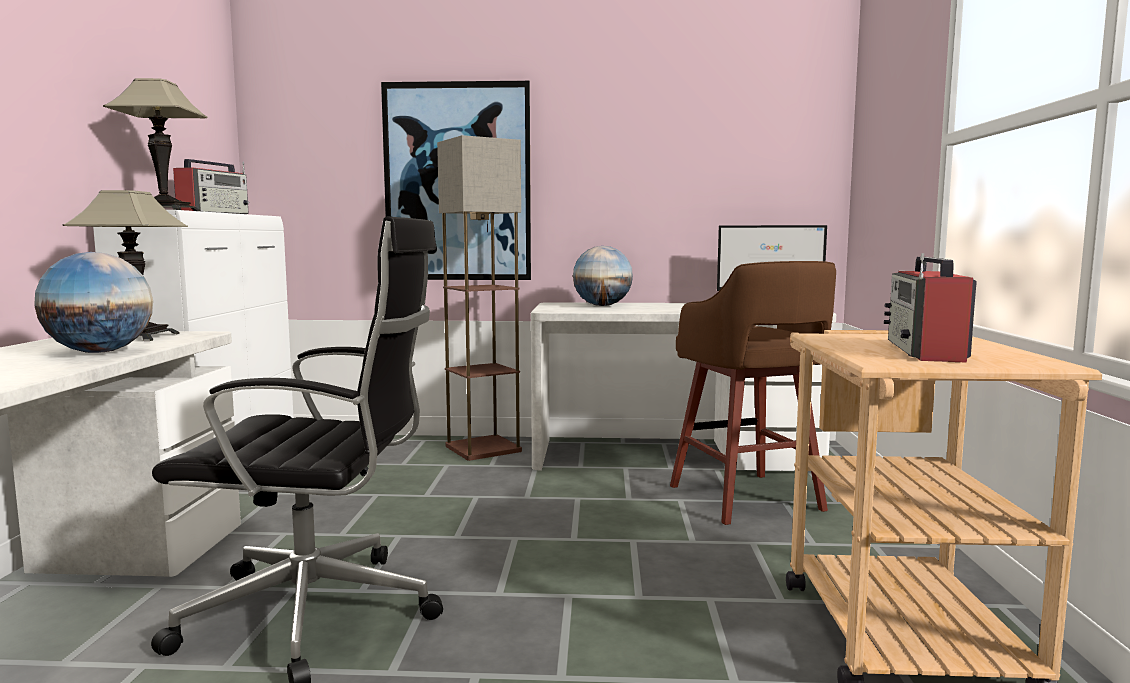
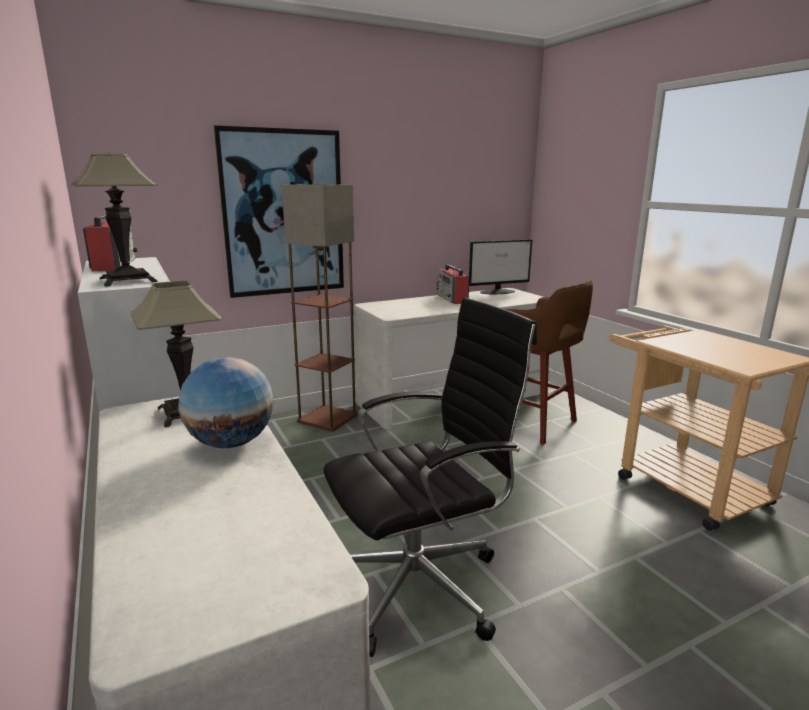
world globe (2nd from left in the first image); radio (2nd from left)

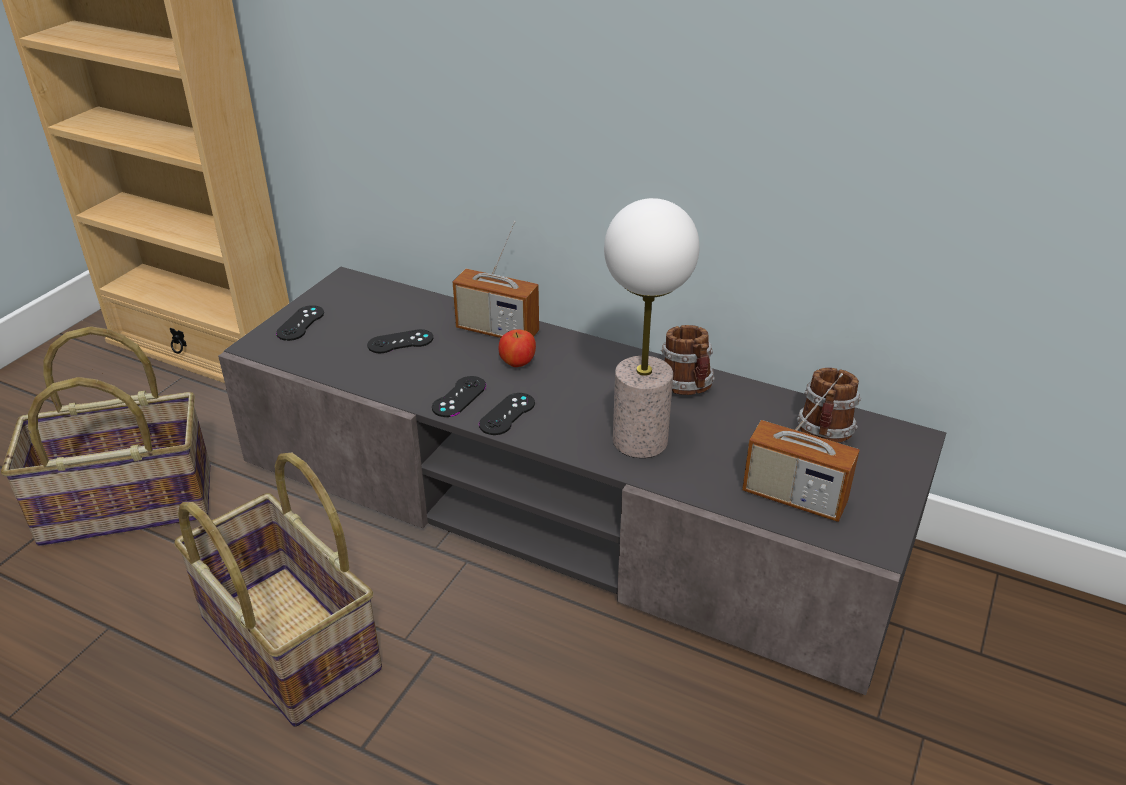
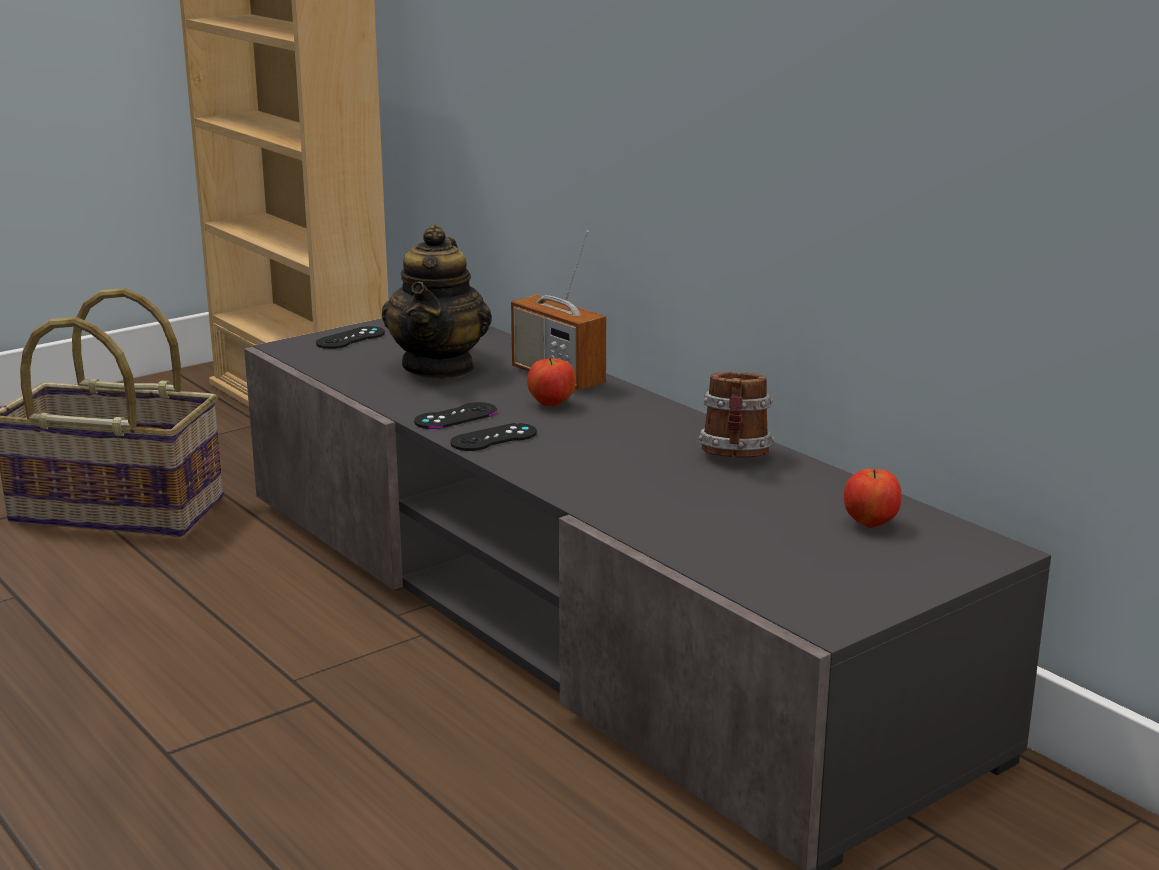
lamp for a table; teapot; apple fruit (2nd from left); radio (2nd from left in the first image); household basket (2nd from left in the first image)

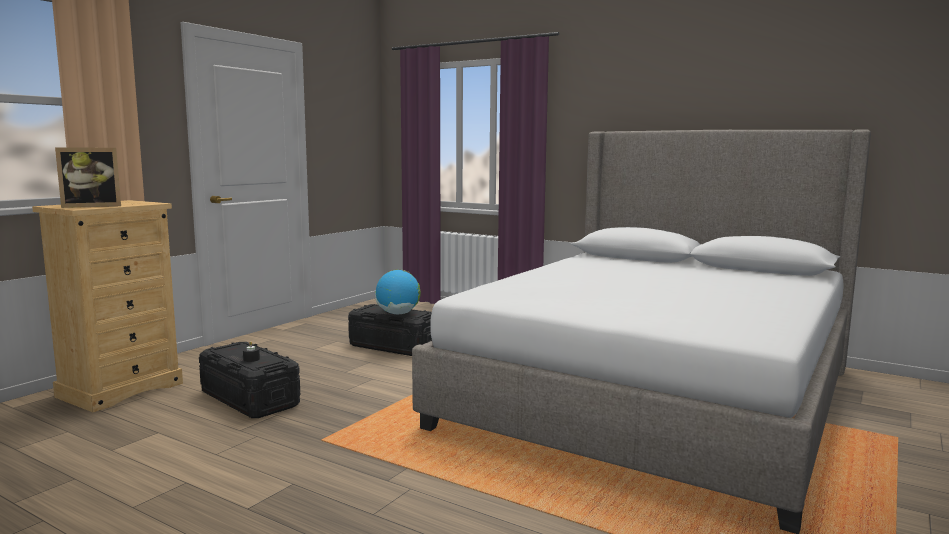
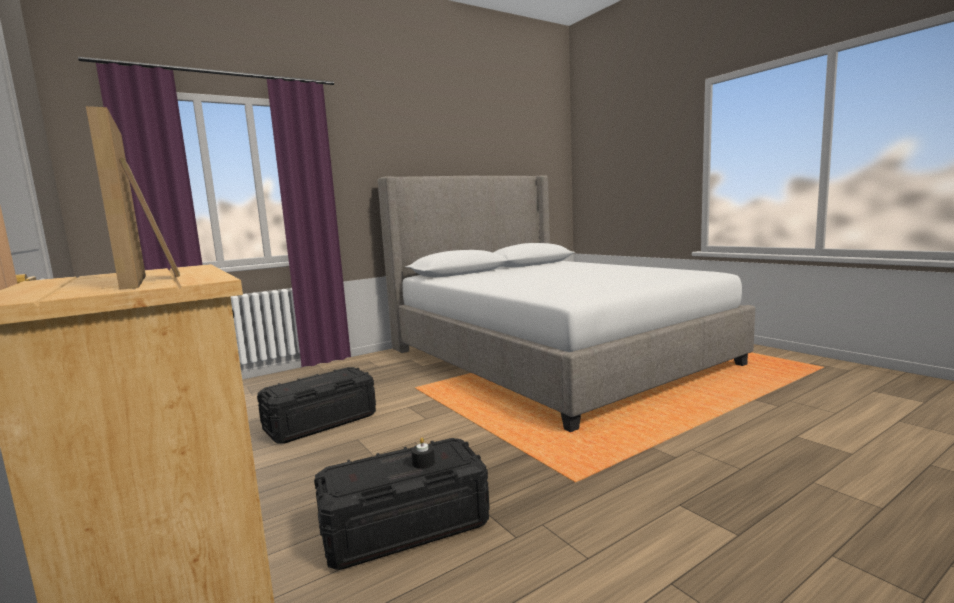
picture frame; world globe

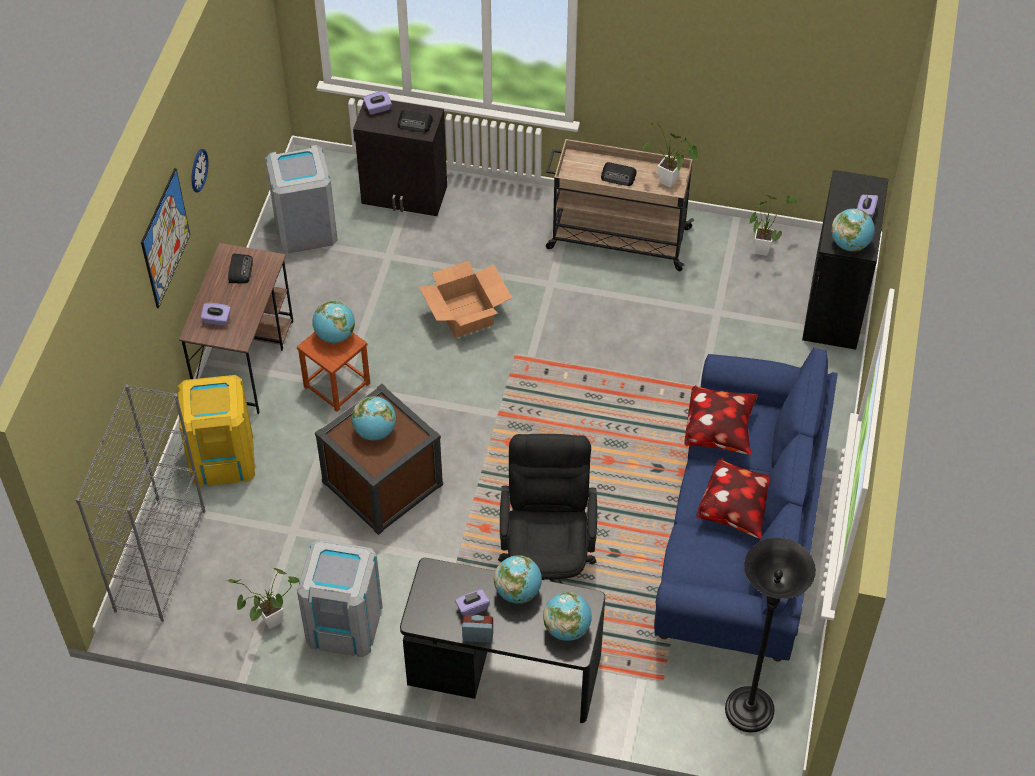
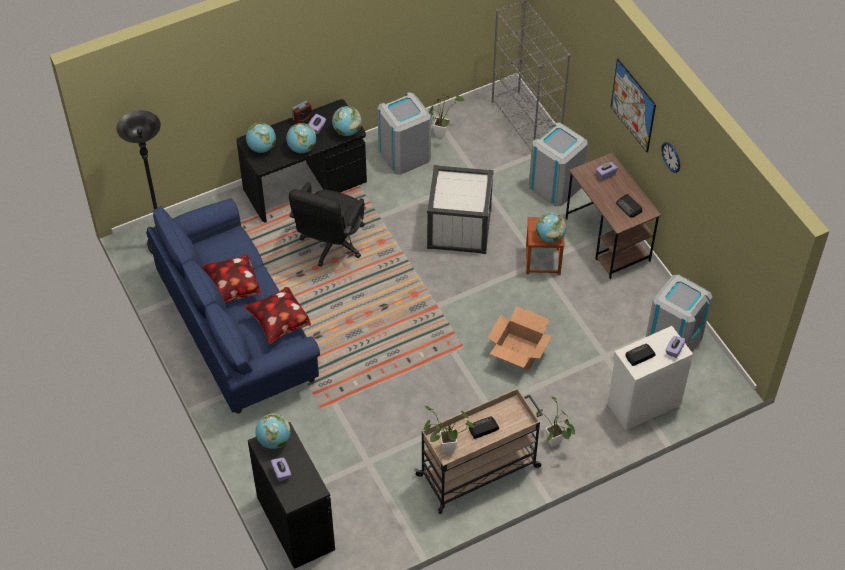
storage cabinet (white-coloured); houseplant (3rd from left); waste bin (greyish) (2nd from left); storage box (white-coloured); world globe (4th from left); office chair (black)

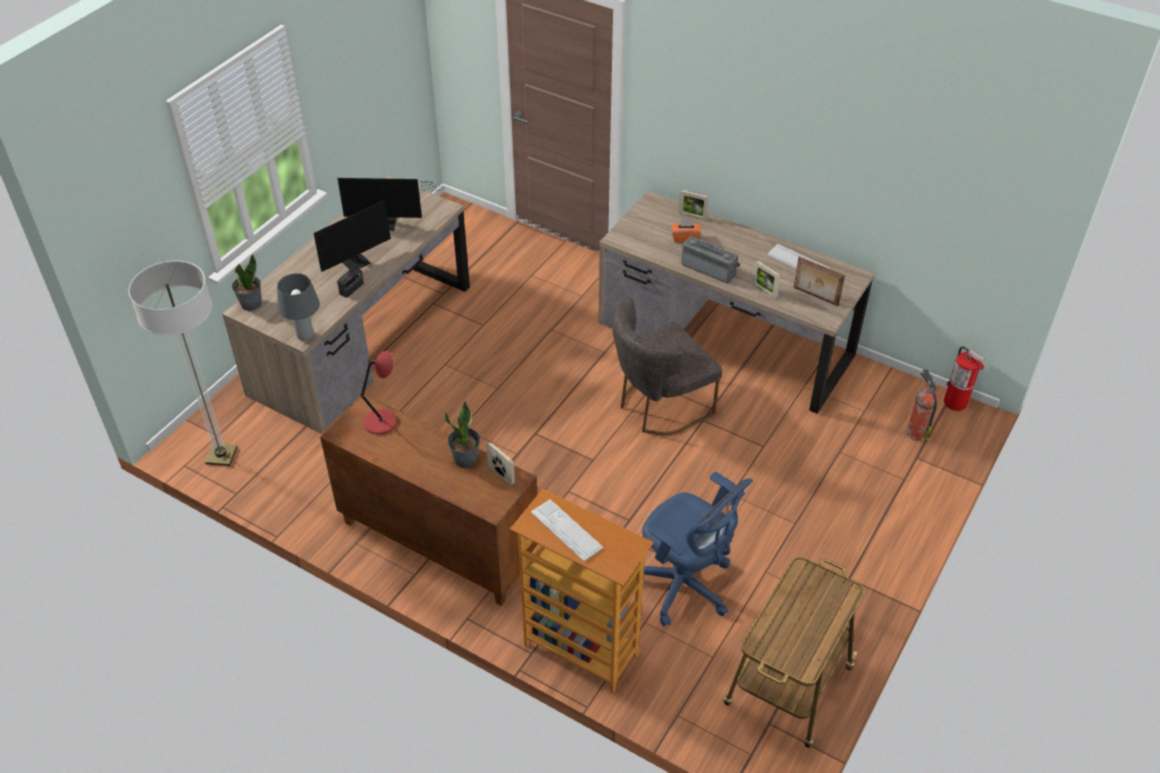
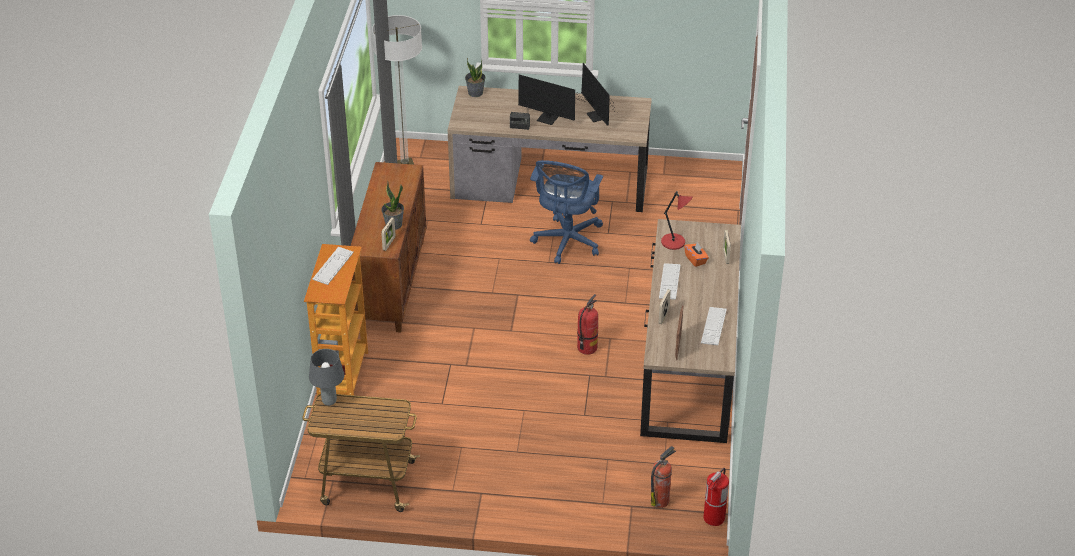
computer keyboard (2nd from left); lamp for a table (greyish); extinguisher (1st from left); lamp for a table (red); office chair (blue-coloured)

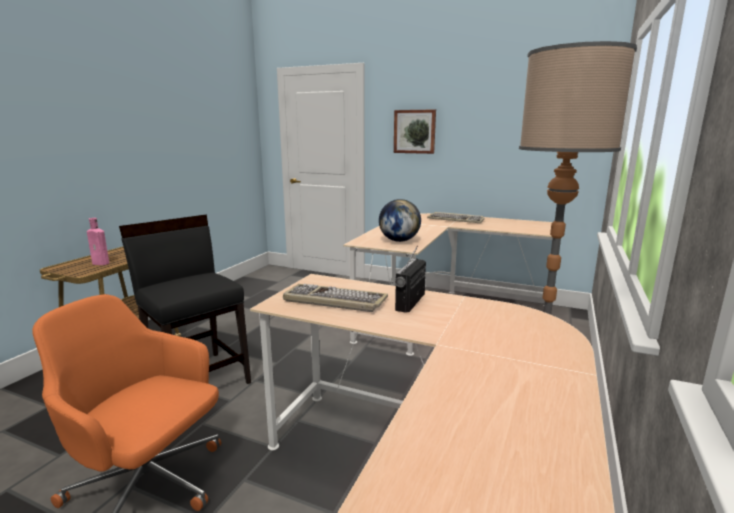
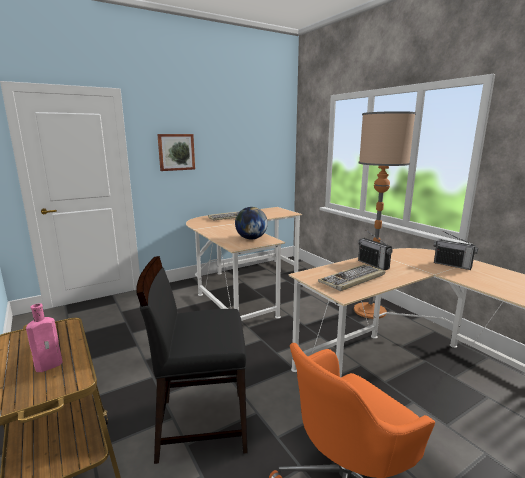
radio (2nd from left)

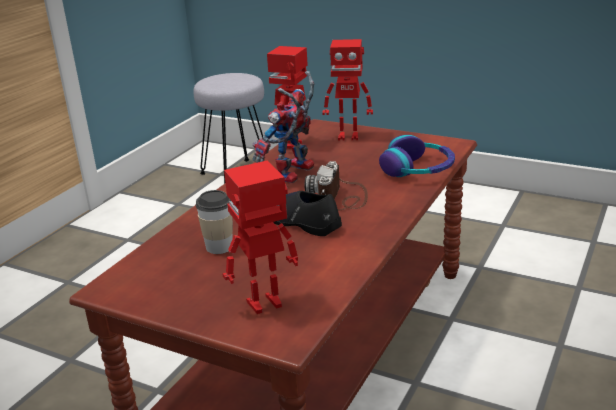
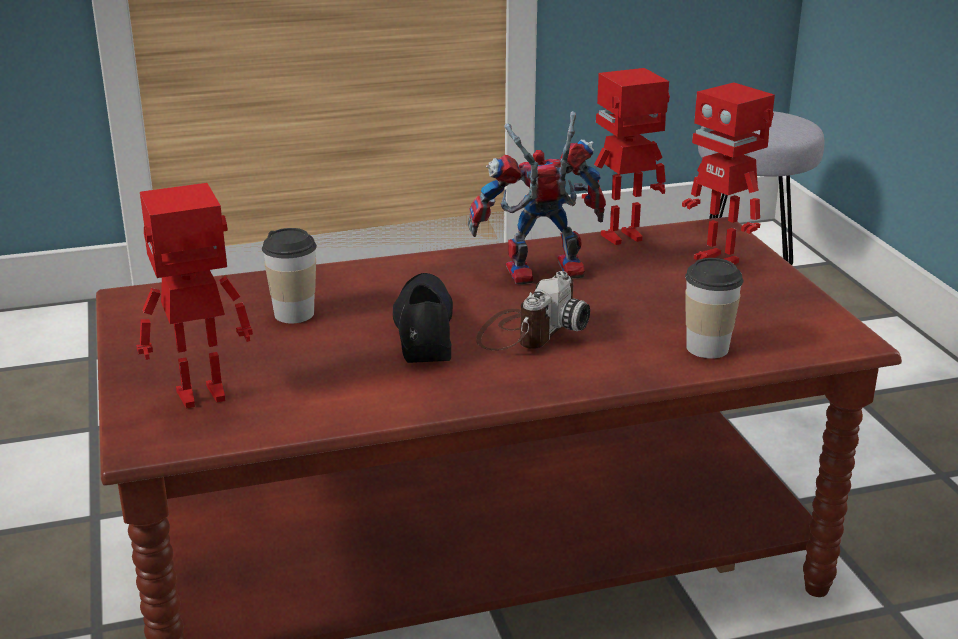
cup (2nd from left); toy robot (1st from left); photo camera

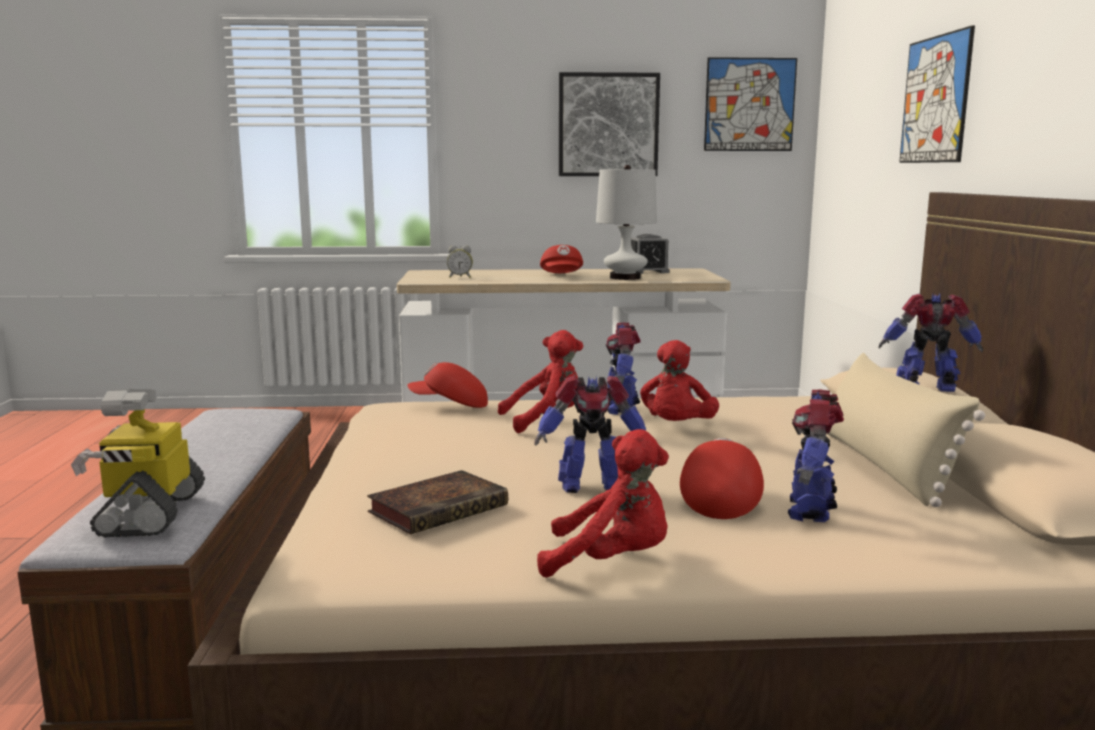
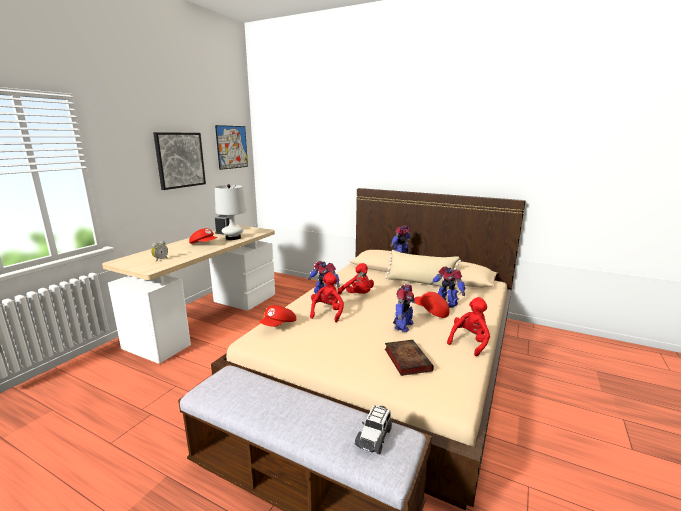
wall art (3rd from left in the first image); model car

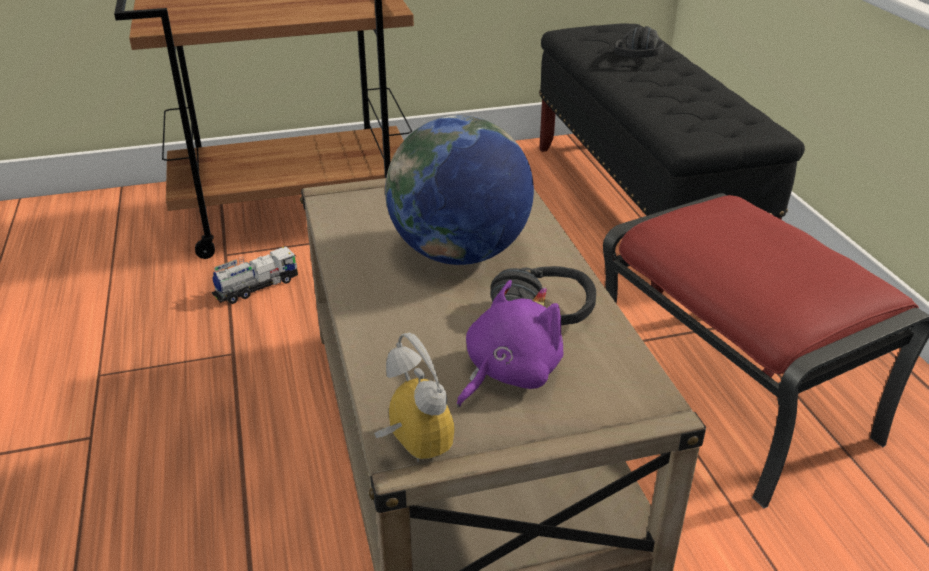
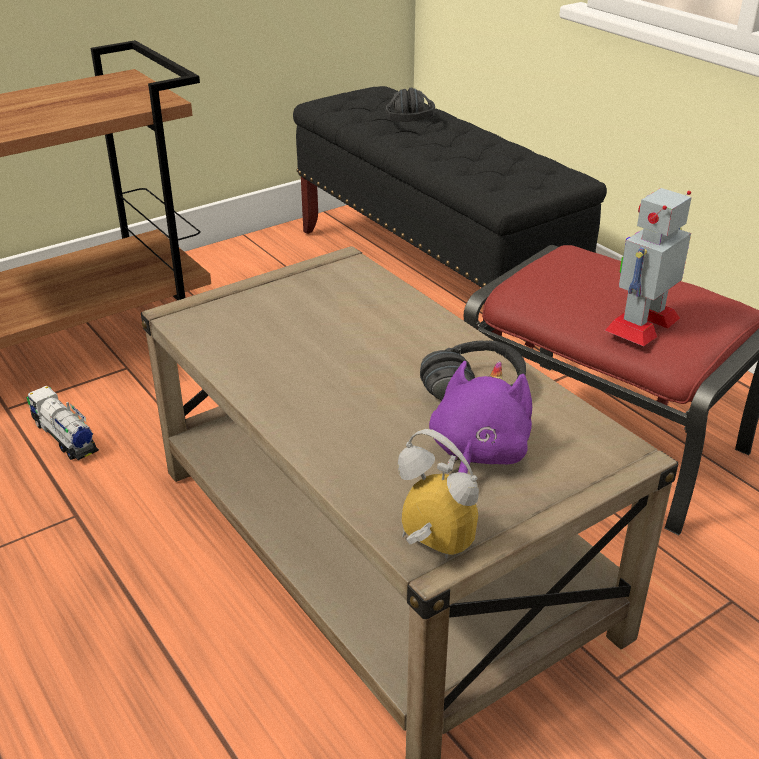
world globe; model truck; toy robot

